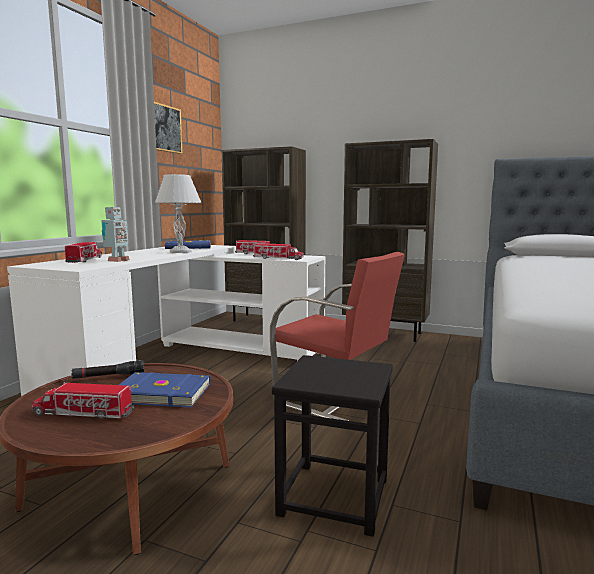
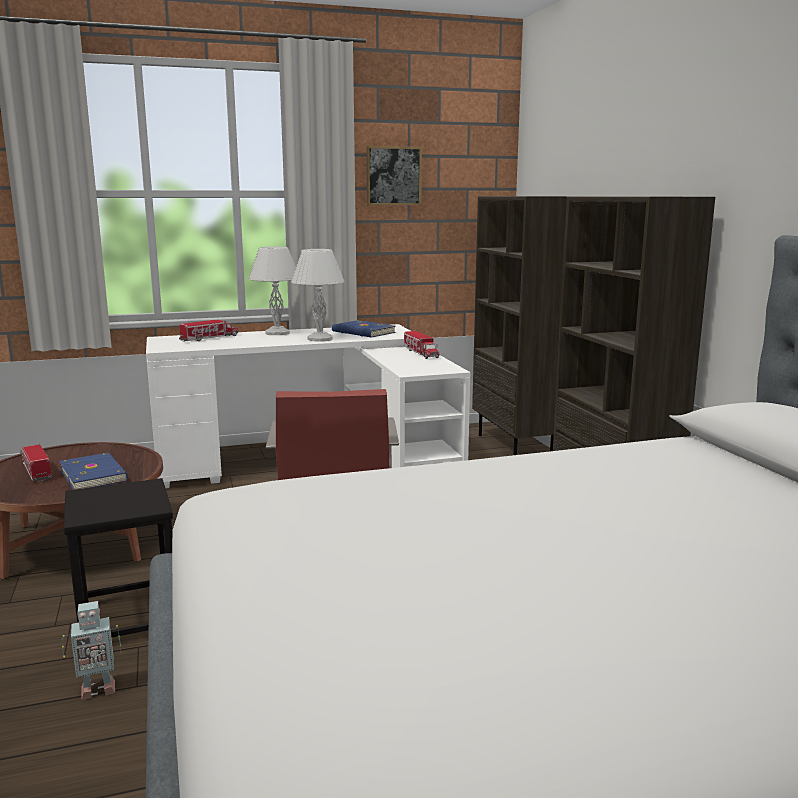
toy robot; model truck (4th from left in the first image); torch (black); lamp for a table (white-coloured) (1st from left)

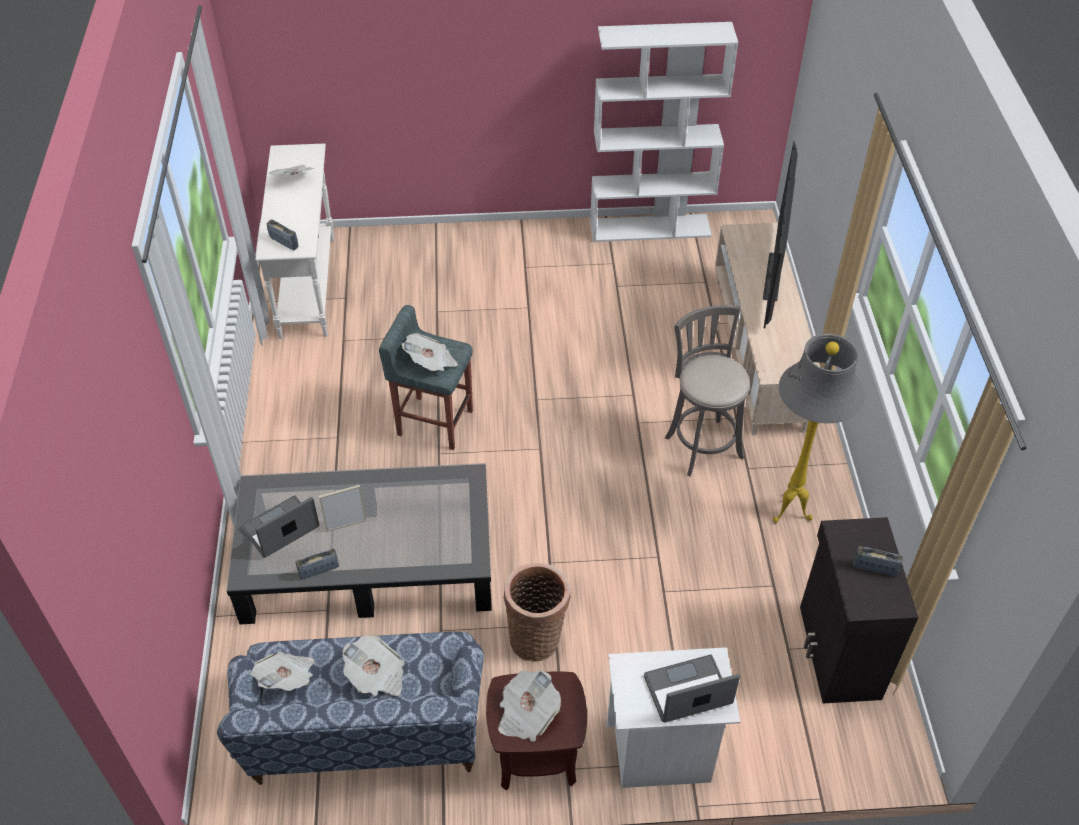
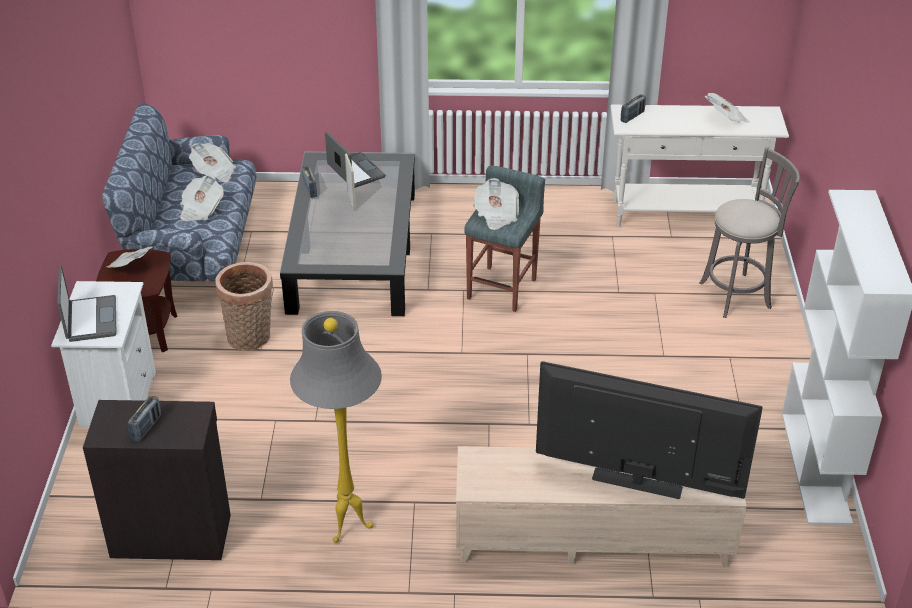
stool (greyish) (2nd from left)

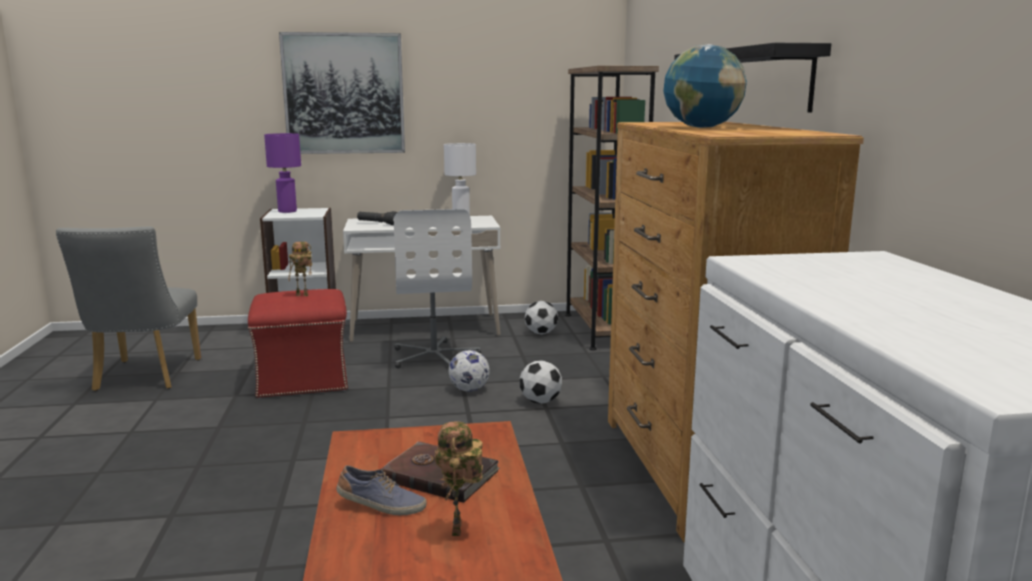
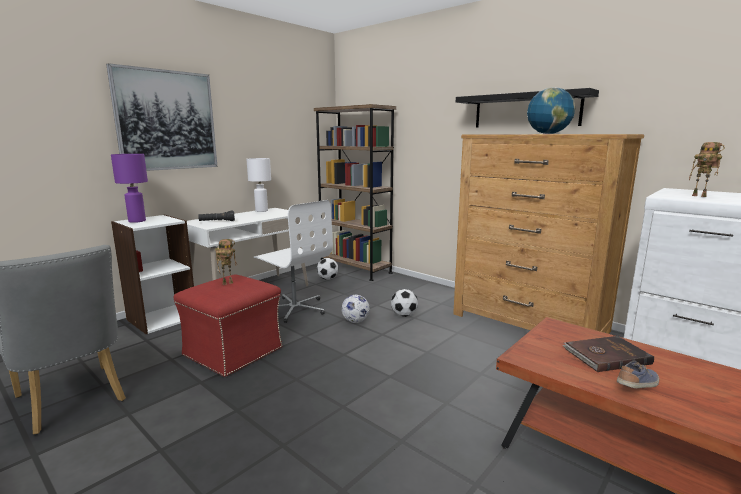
toy robot (2nd from left)

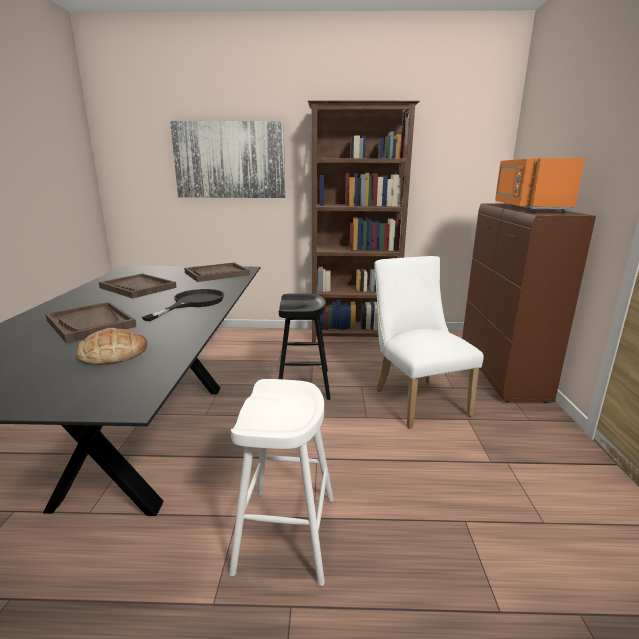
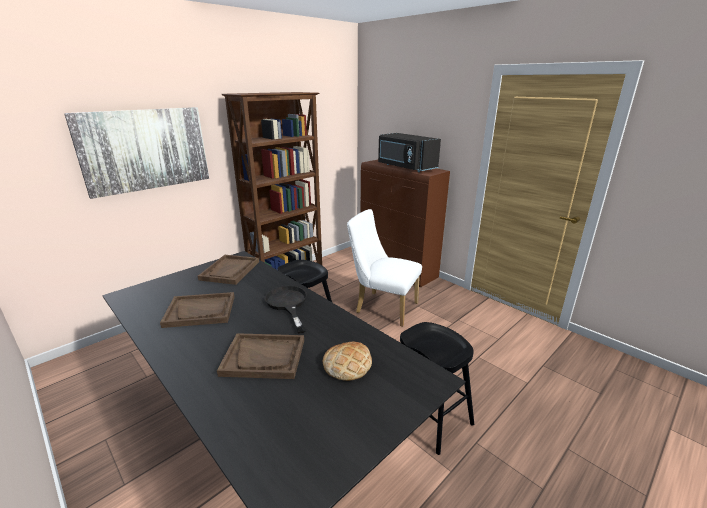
microwave oven (black); stool (black) (2nd from left)

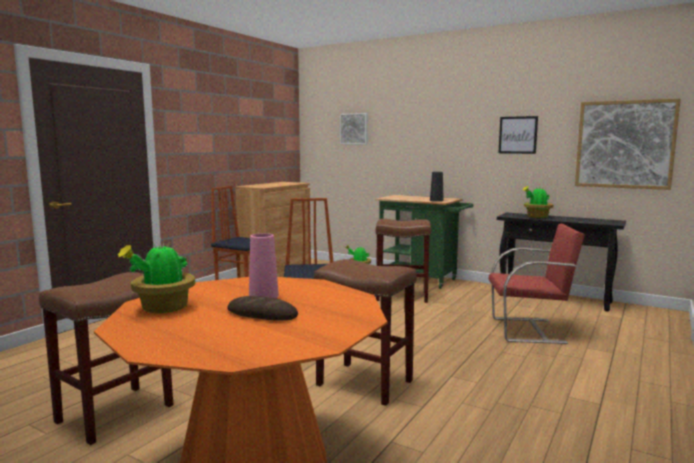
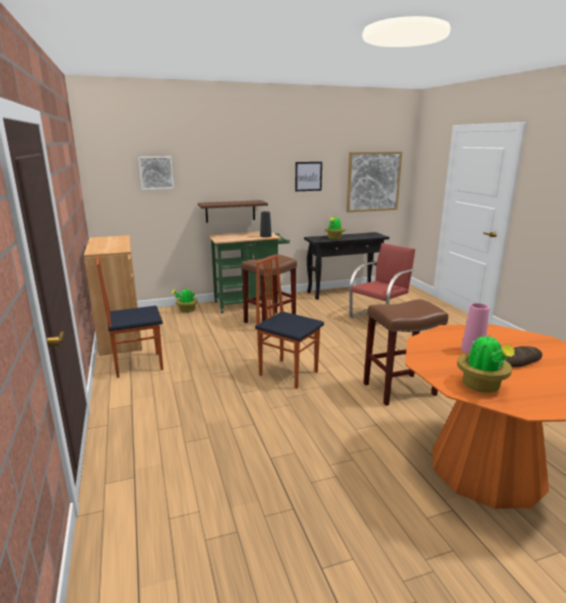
stool (brown) (1st from left in the first image); wall shelf (brown)

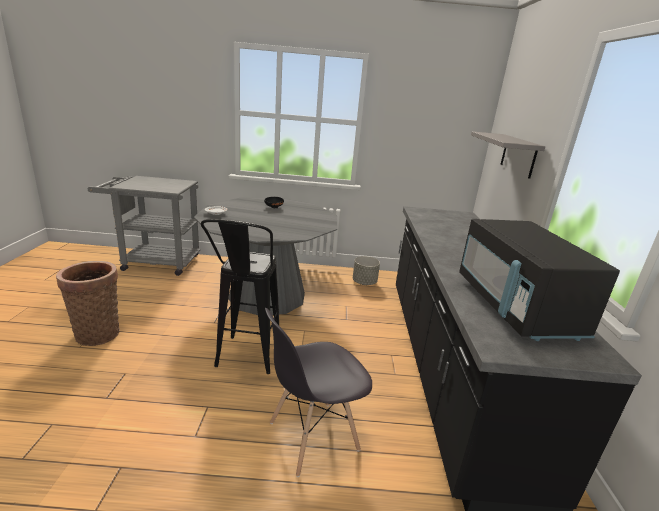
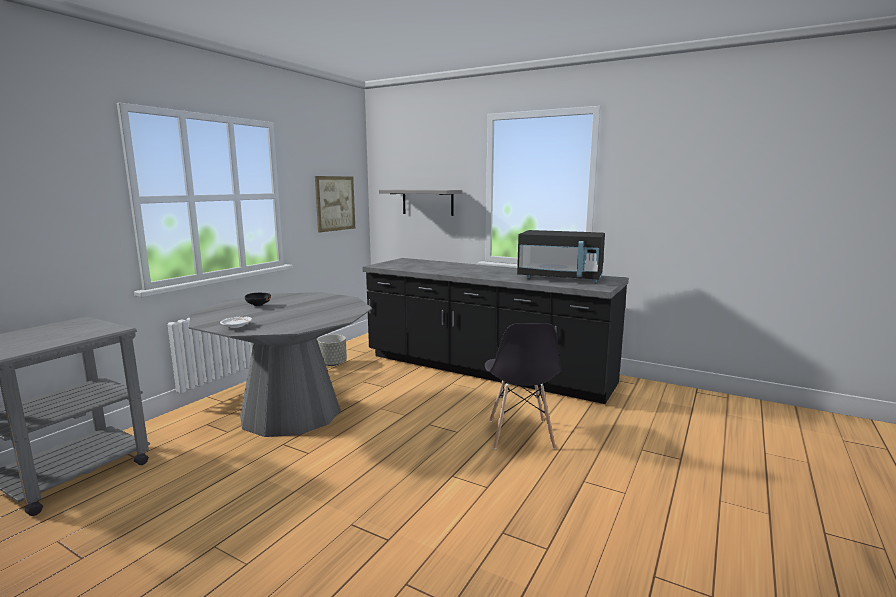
stool (black); household basket; wall art

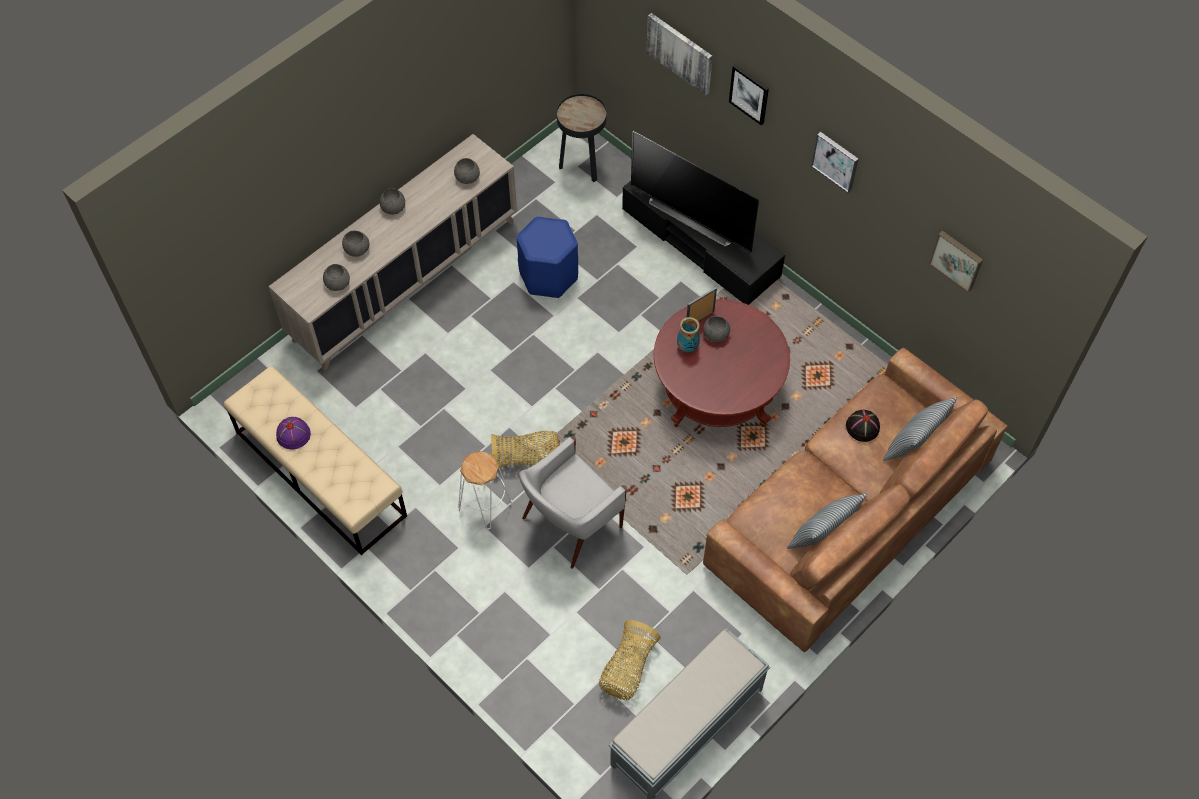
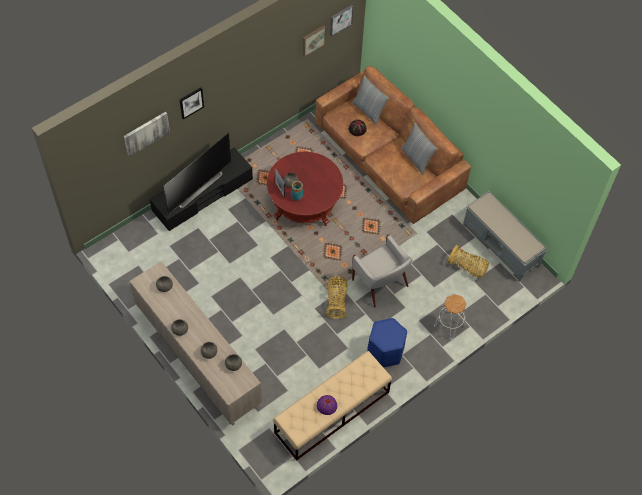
accent table (black); wall art (4th from left); stool (blue-coloured); stool (white-coloured)

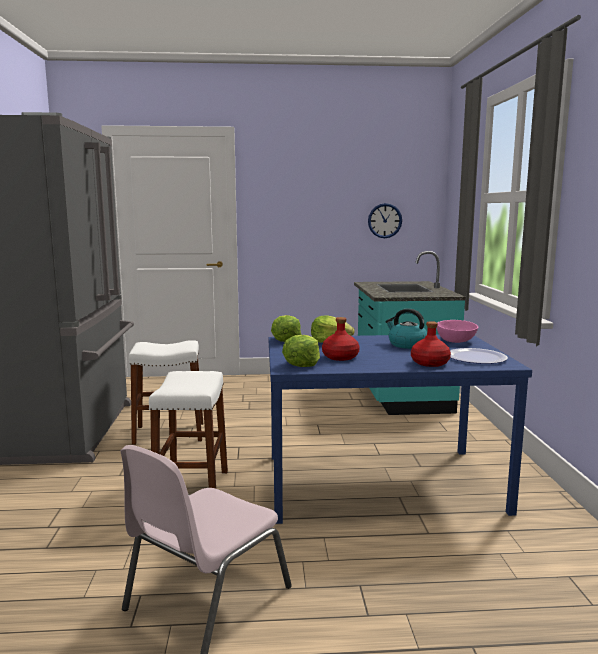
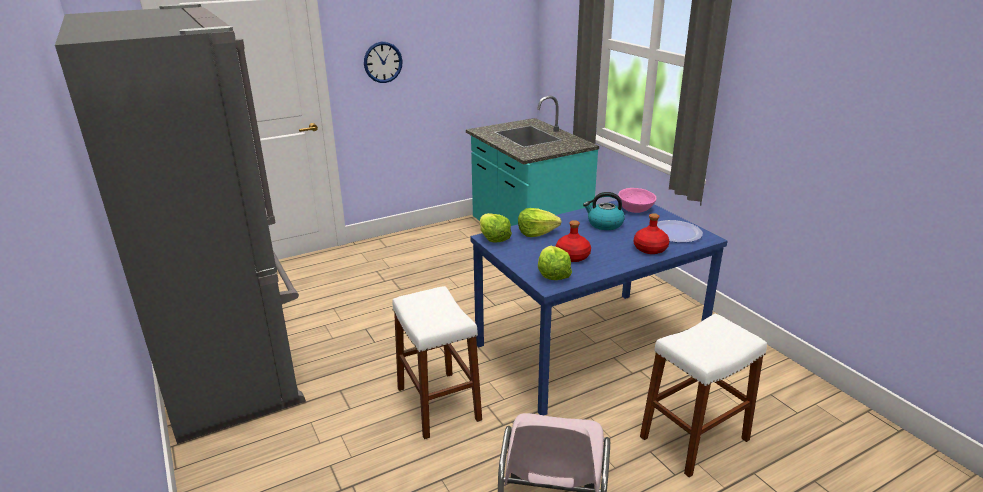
clock on the wall; stool (white-coloured) (2nd from left)

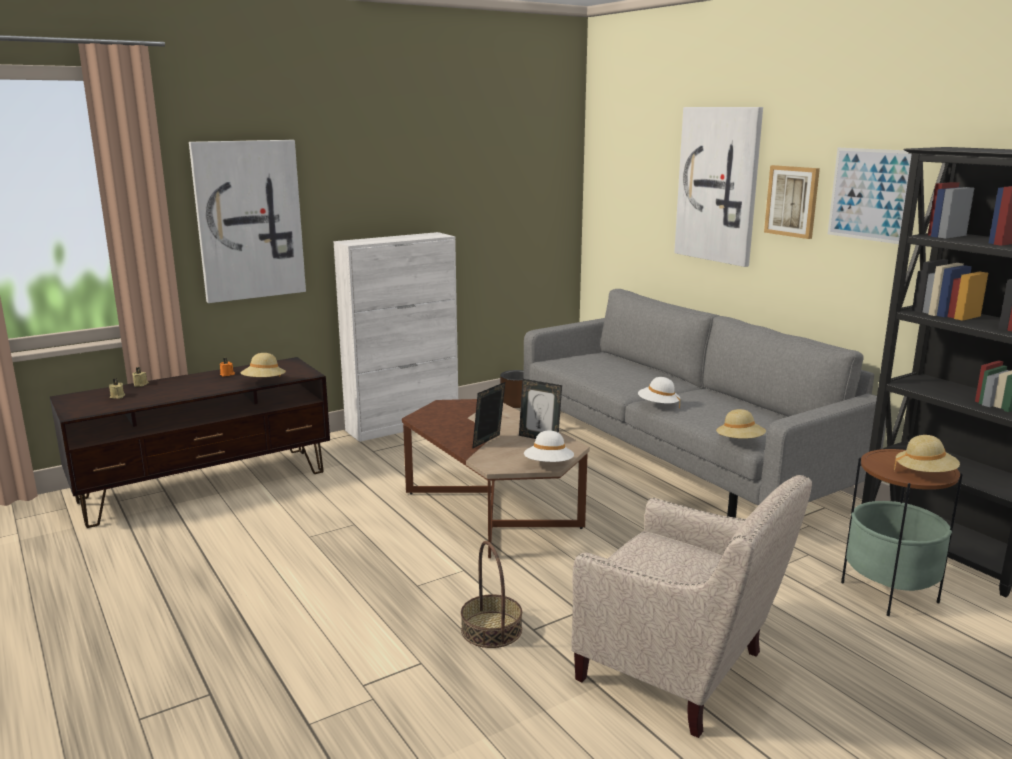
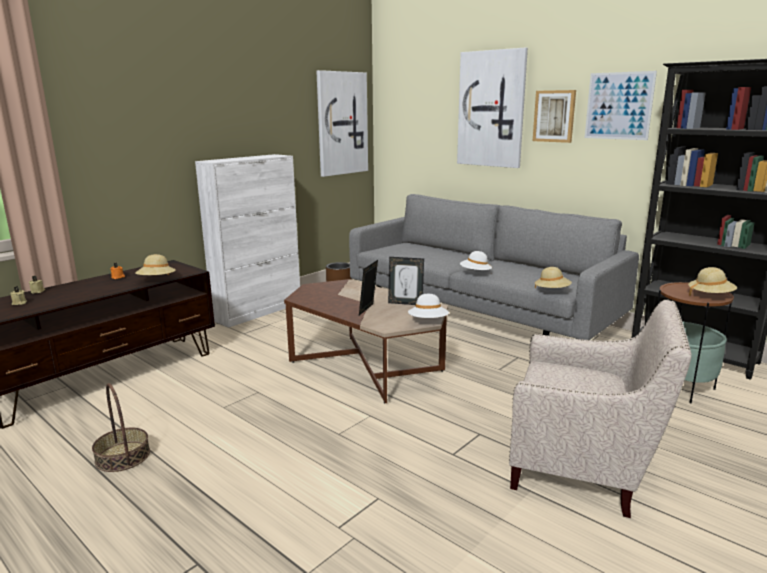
wall art (1st from left); household basket

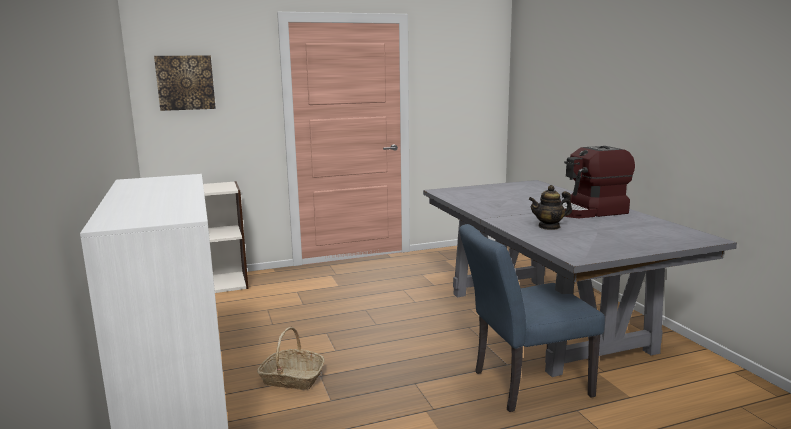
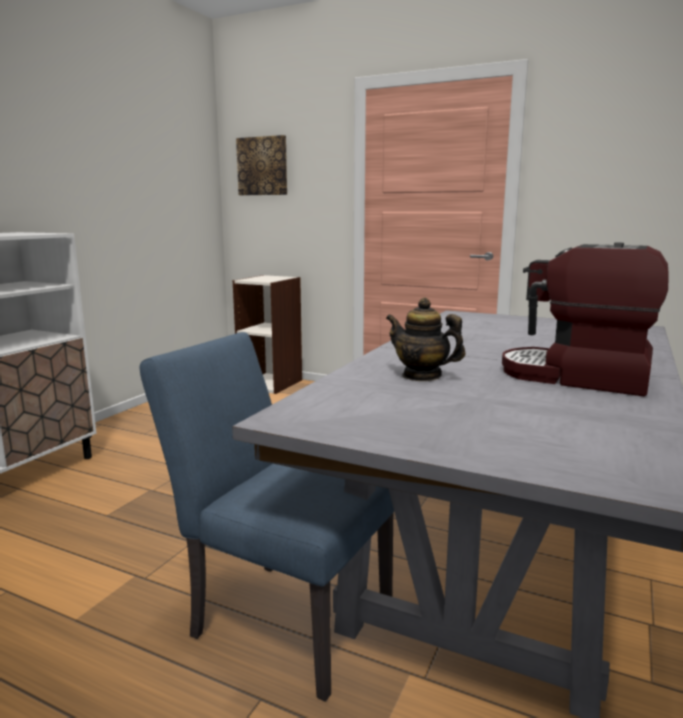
household basket

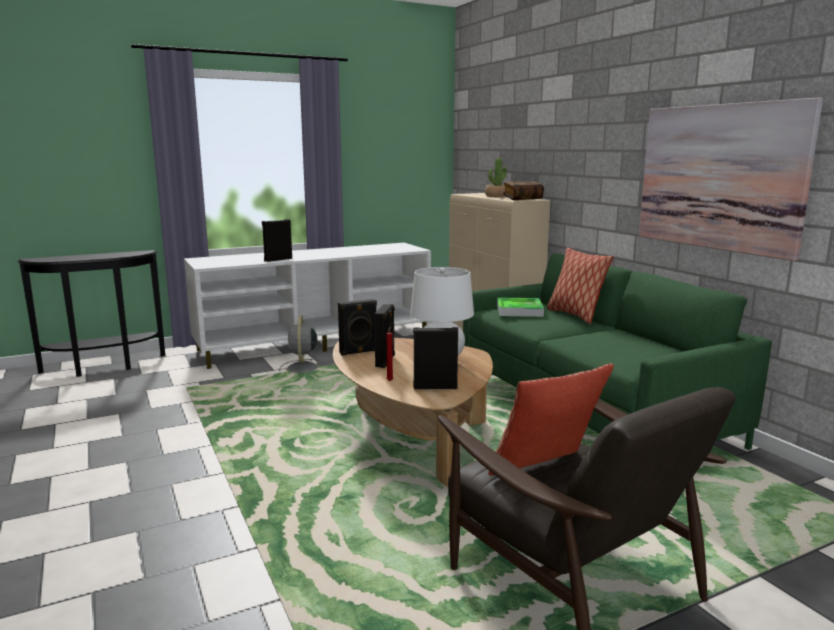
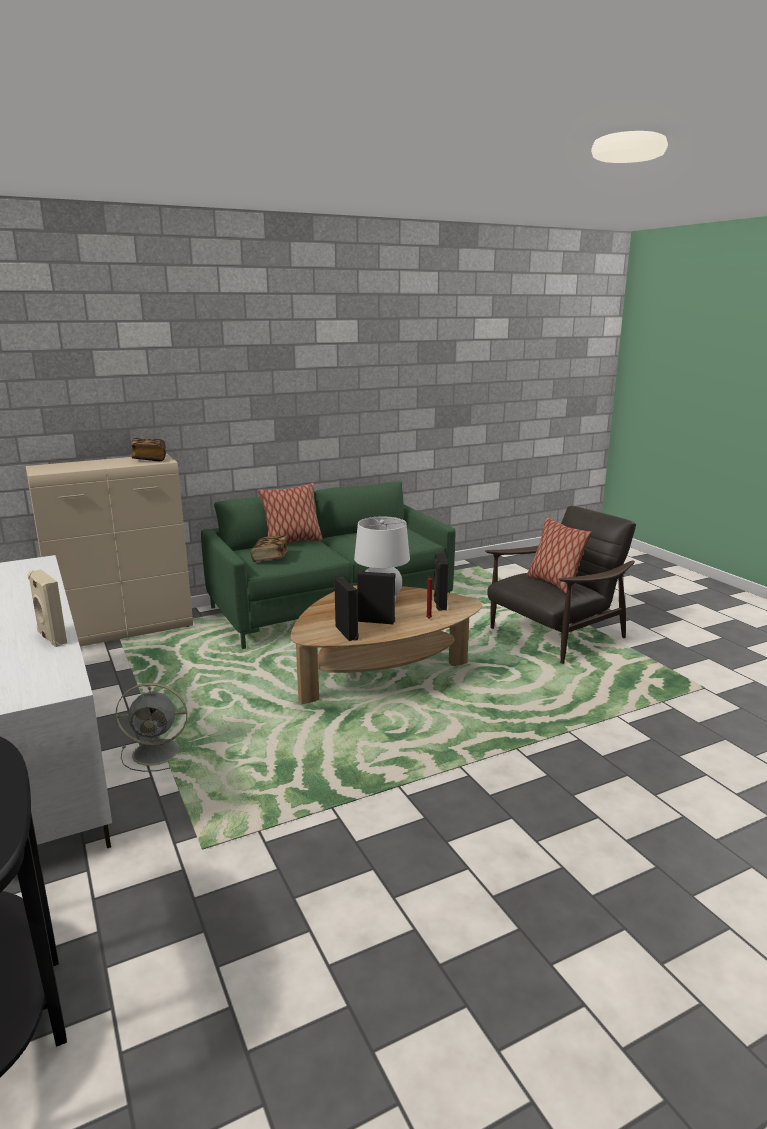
wall art; houseplant; audio speaker (sand-coloured); volume (2nd from left)

